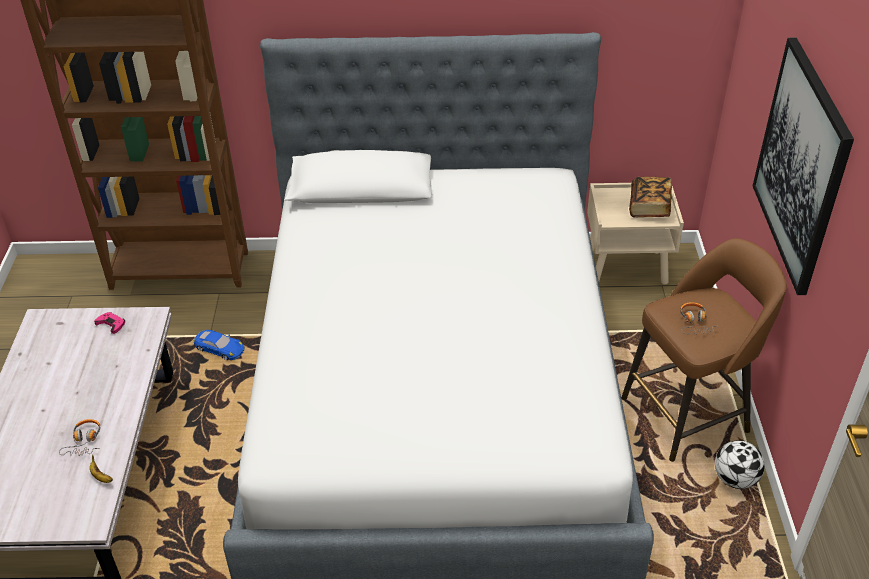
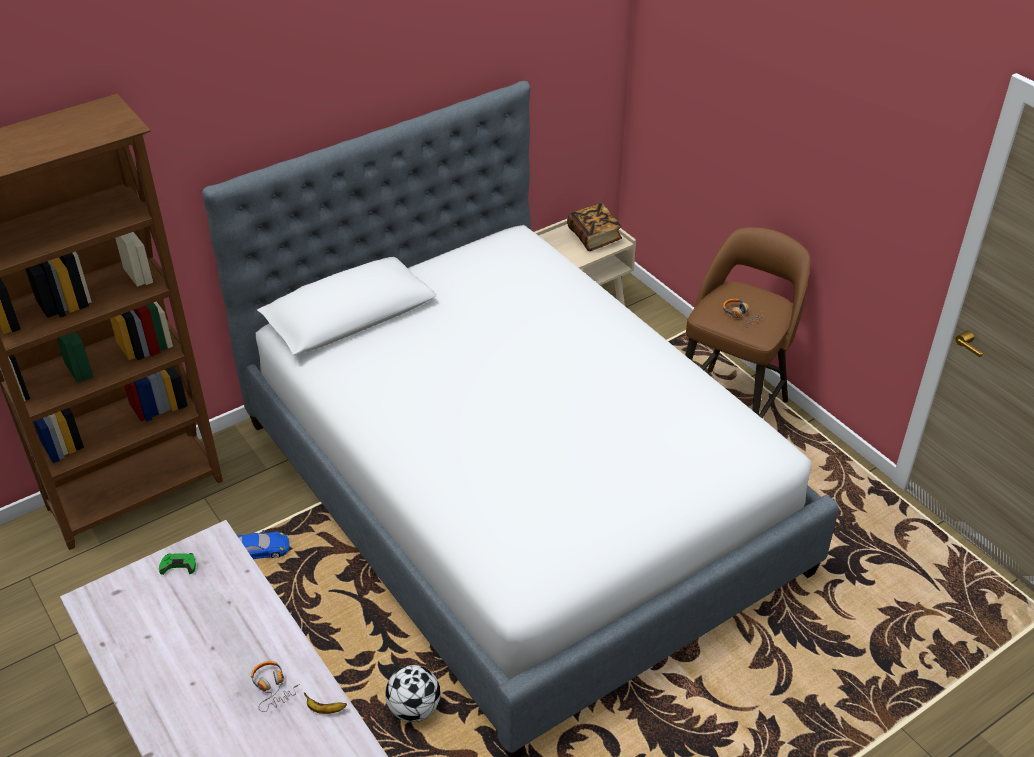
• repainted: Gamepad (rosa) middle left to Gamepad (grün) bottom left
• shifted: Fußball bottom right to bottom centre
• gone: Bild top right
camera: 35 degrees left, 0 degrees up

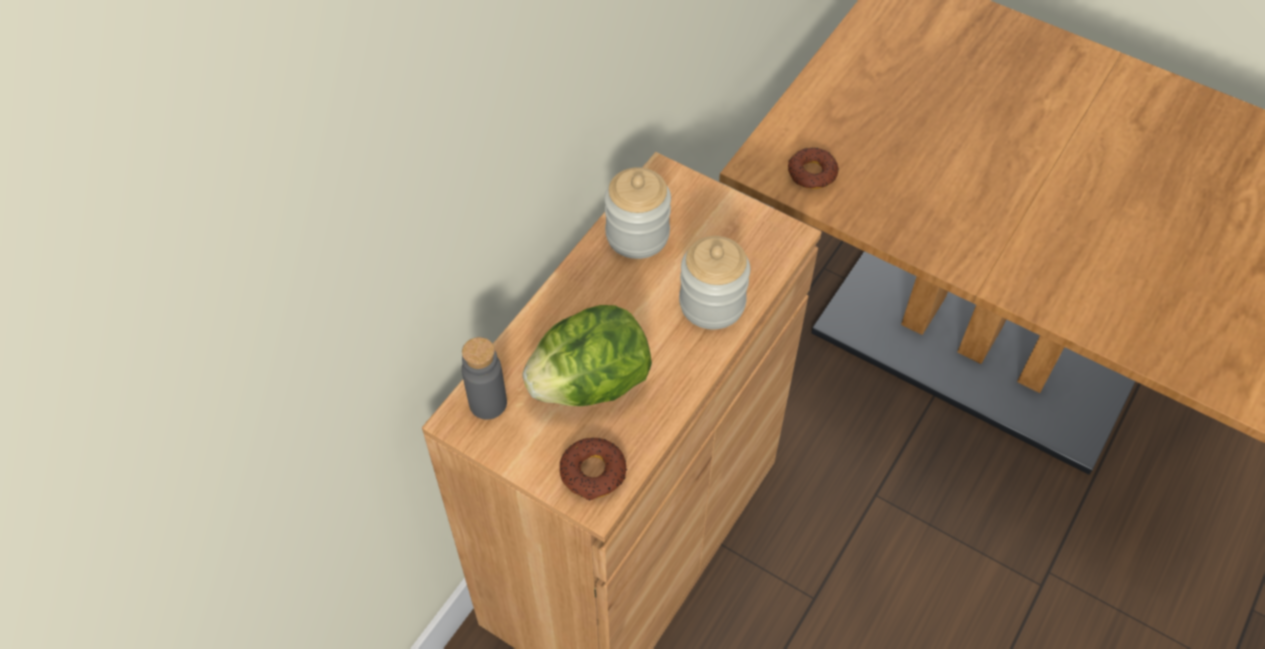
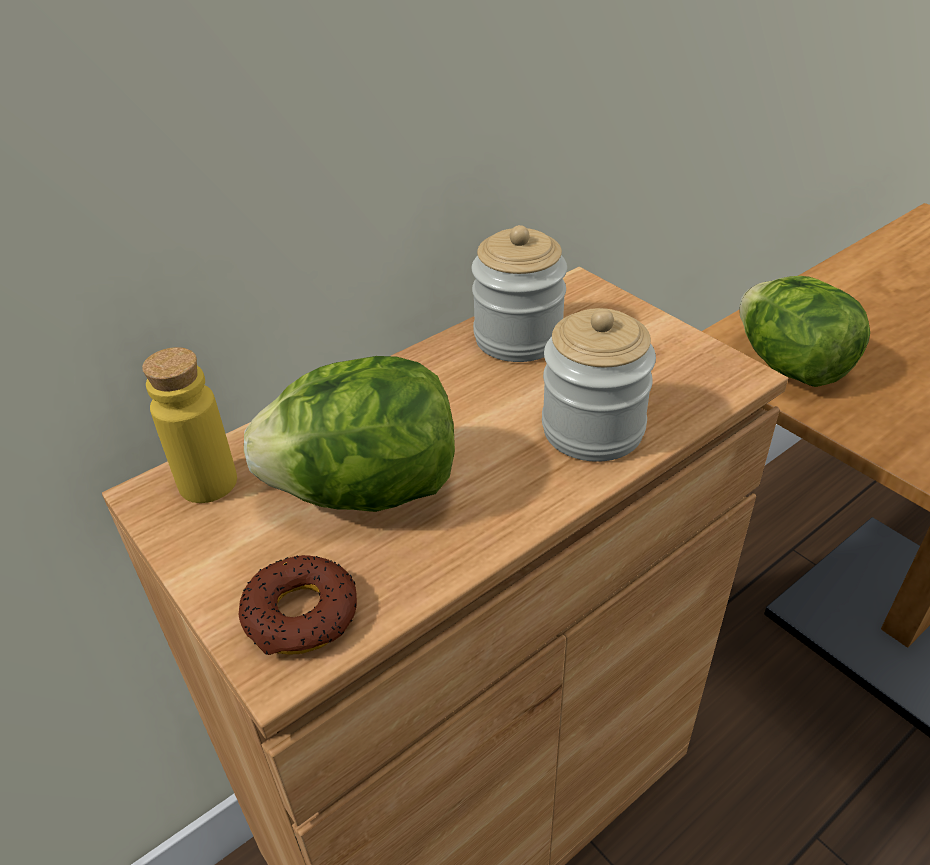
• repainted: Flasche (grau) centre to Flasche (gelb) middle left
• swapped: Donut (no. 2 from left) top centre to Salatkopf (no. 2 from left) middle right
camera: 20 degrees right, 15 degrees down

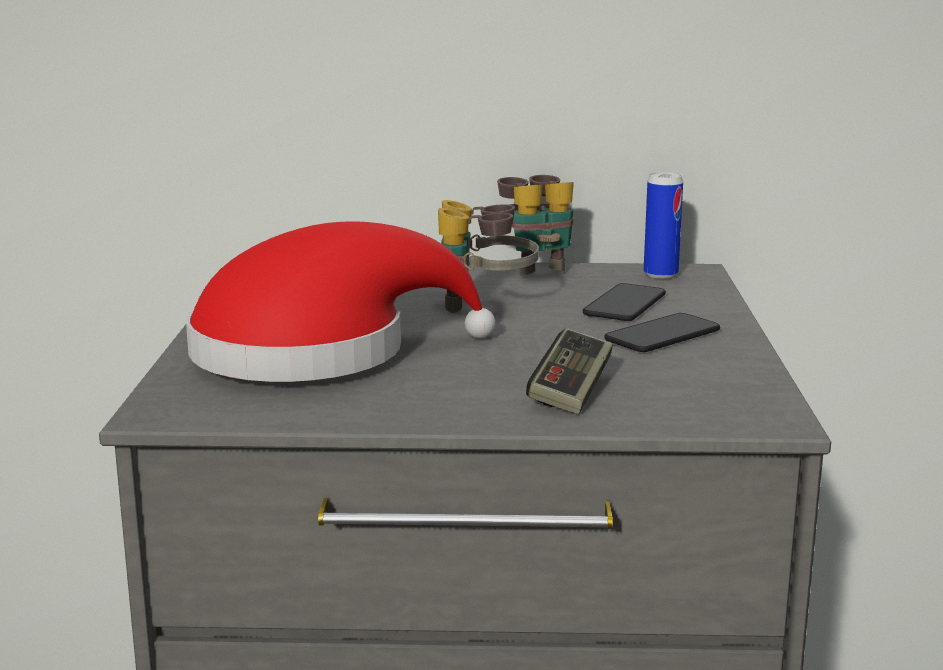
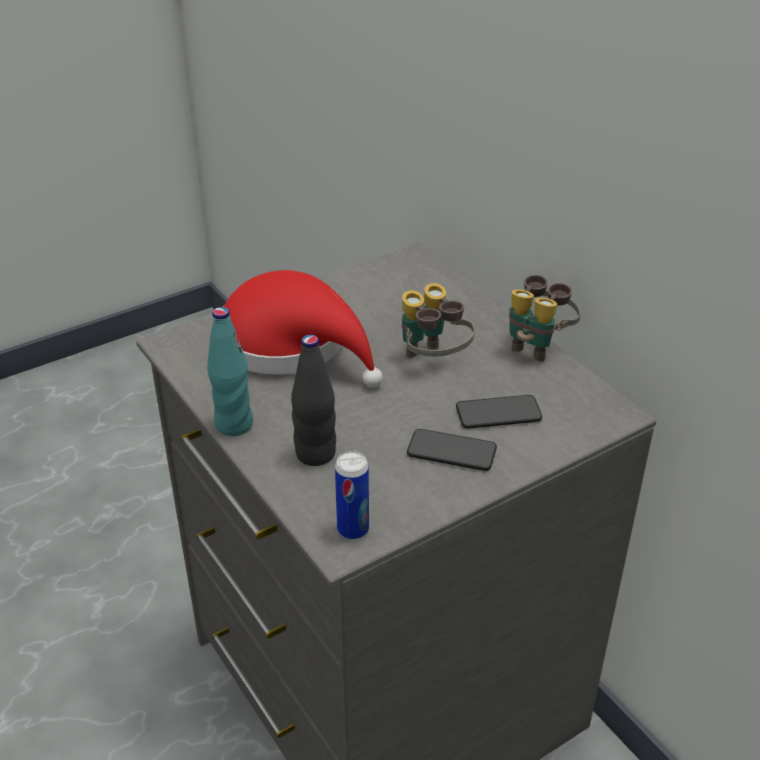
• swapped: Gamepad centre to Flasche (schwarz) centre
• shifted: Dose middle right to centre
• new: Flasche (türkis) middle left
camera: 55 degrees right, 20 degrees up

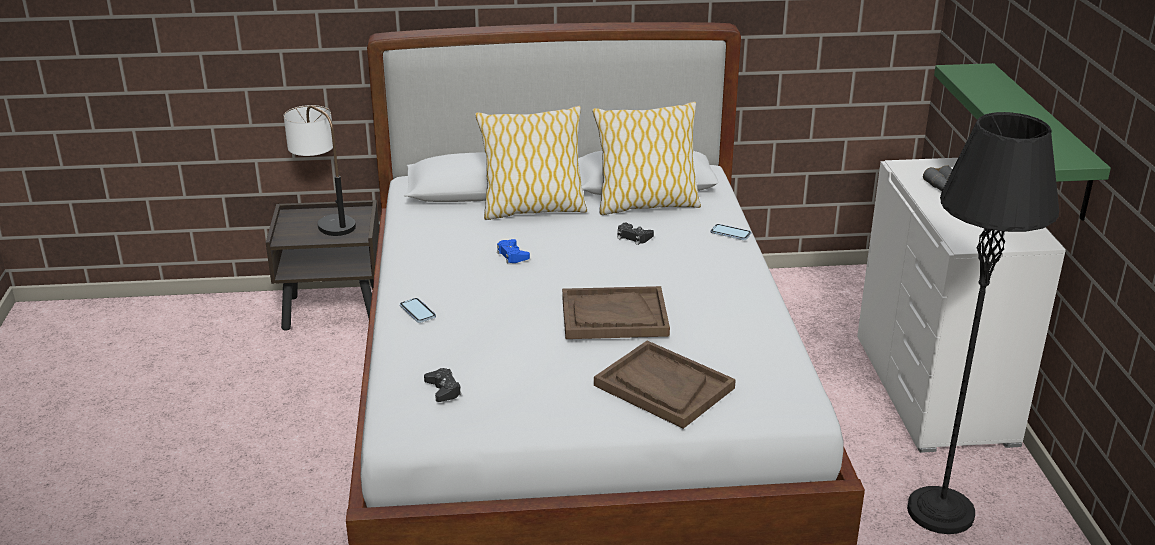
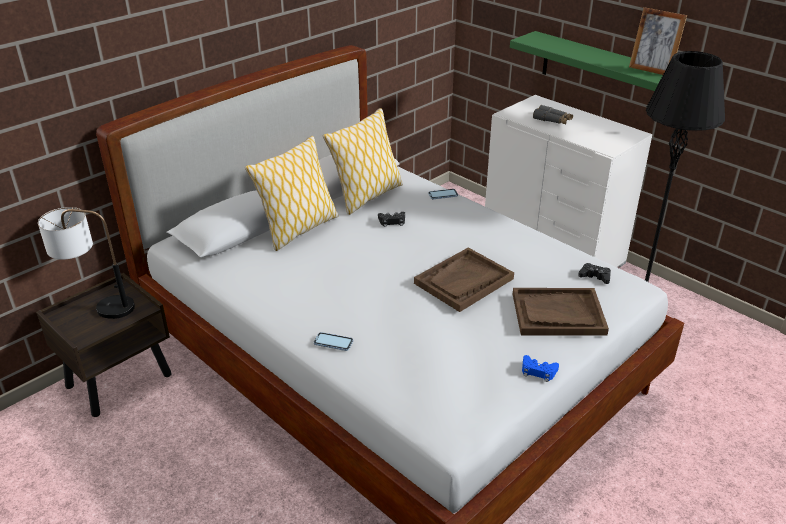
• shifted: Gamepad (schwarz) (no. 1 from left in the first image) bottom centre to Gamepad (schwarz) (no. 2 from left) middle right
• shifted: Gamepad (blau) centre to bottom right
• new: Bilderrahmen top right
camera: 40 degrees left, 5 degrees up

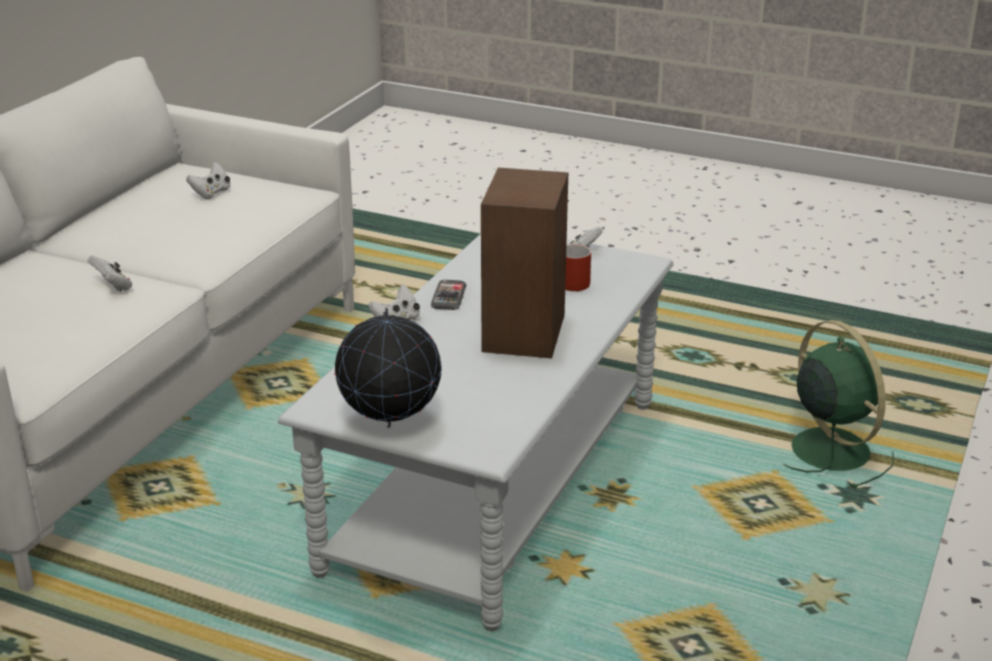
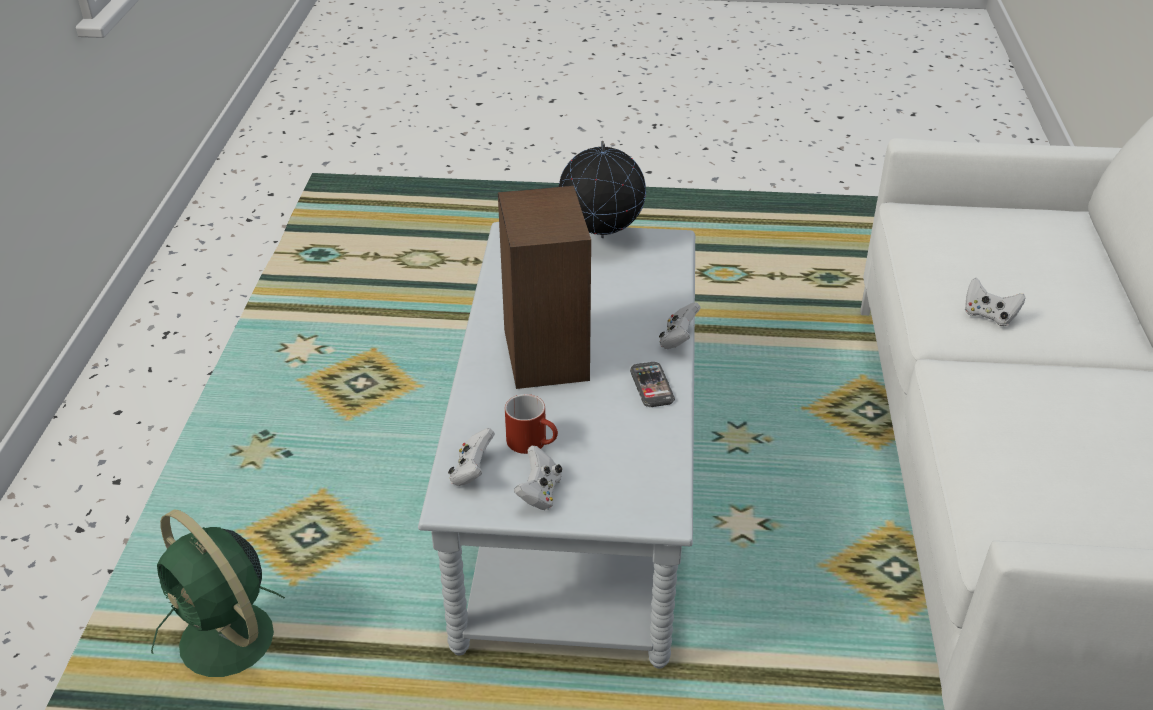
• shifted: Gamepad (weiß) (no. 2 from left in the first image) top left to Gamepad (weiß) (no. 1 from left) centre
camera: 160 degrees right, 10 degrees up

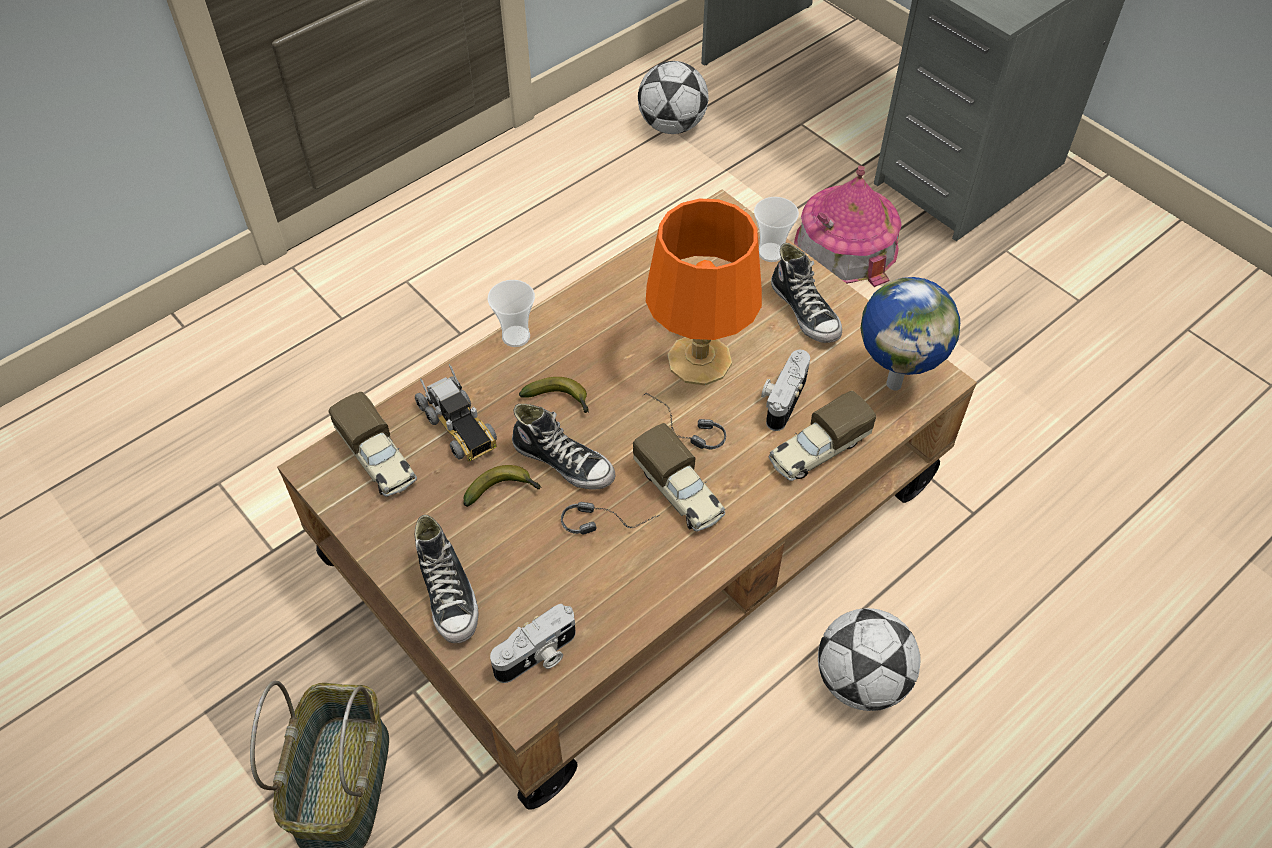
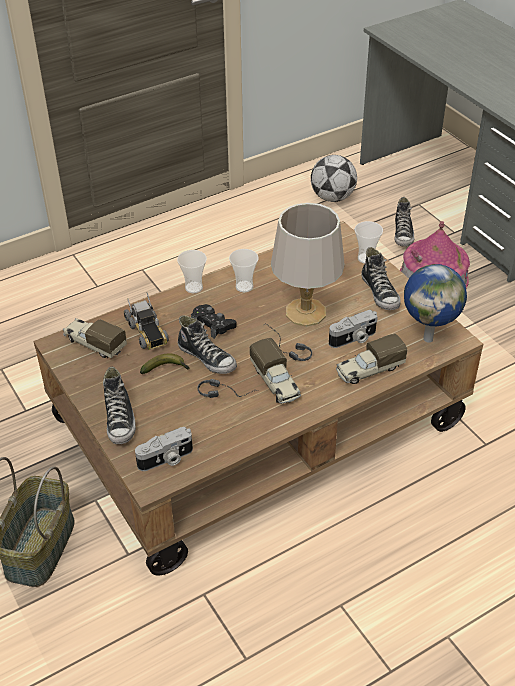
• rotated: Spielzeuglaster (no. 1 from left) middle left = middle left 150 degrees clockwise
• swapped: Banane (no. 2 from left) centre to Gamepad (schwarz) centre
• repainted: Tischlampe (orange) centre to Tischlampe (grau) centre
• rotated: Kamera (no. 2 from left) centre = middle right 150 degrees counterclockwise
• gone: Fußball (no. 2 from left) bottom right
• new: Tasse (no. 2 from left) centre
• new: Schuh (no. 4 from left) top right
camera: 10 degrees right, 10 degrees down

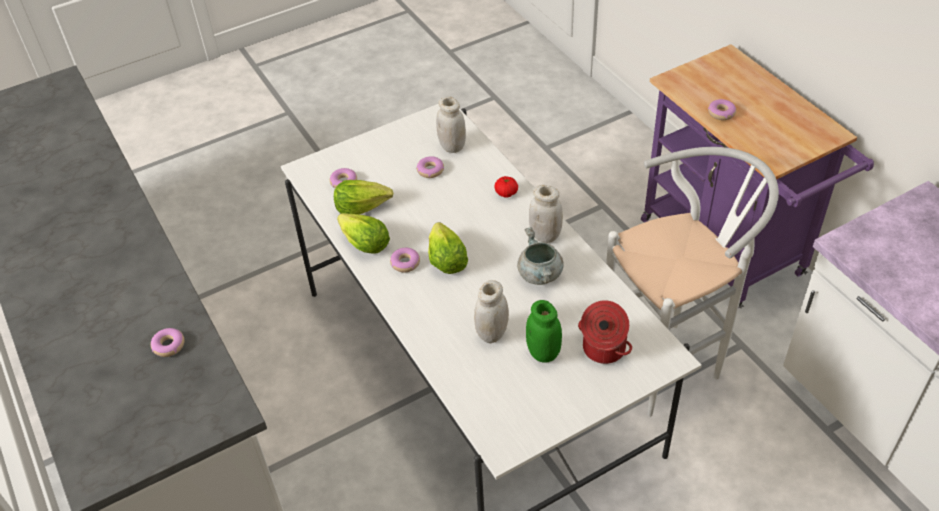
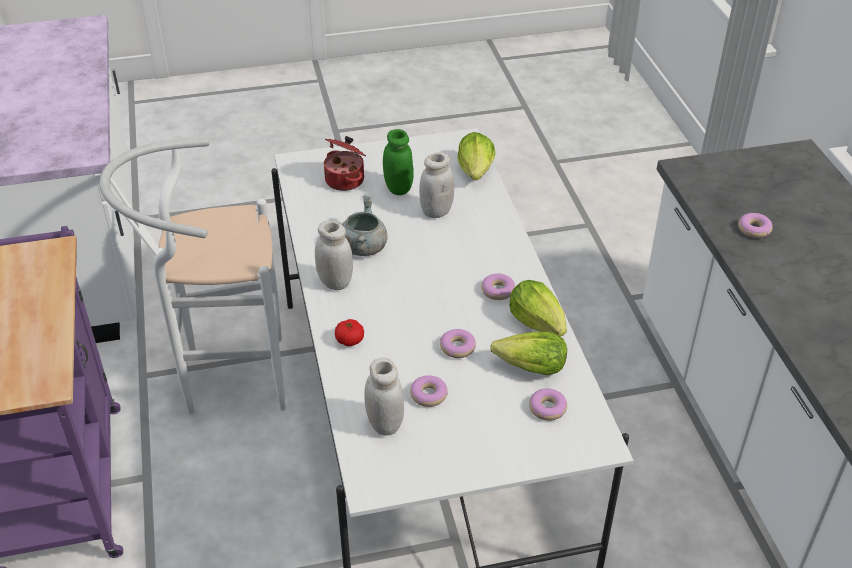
• shifted: Salatkopf (no. 3 from left in the first image) centre to Salatkopf (no. 1 from left) top centre
• shifted: Donut (no. 5 from left in the first image) top right to Donut (no. 2 from left) centre
camera: 165 degrees left, 5 degrees down

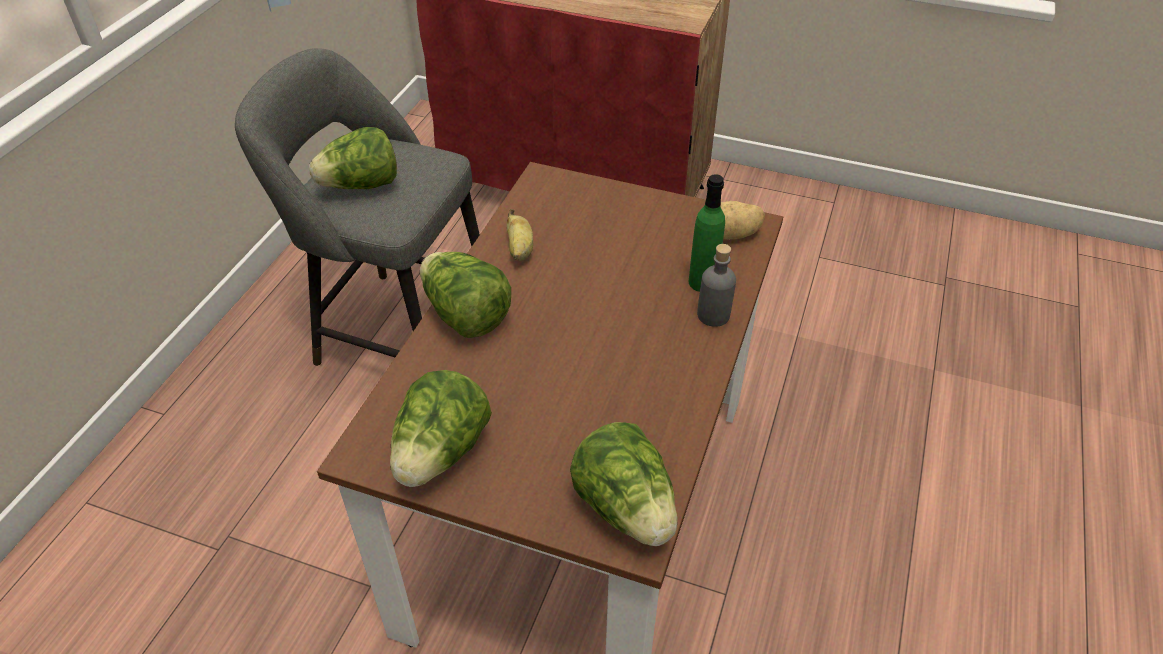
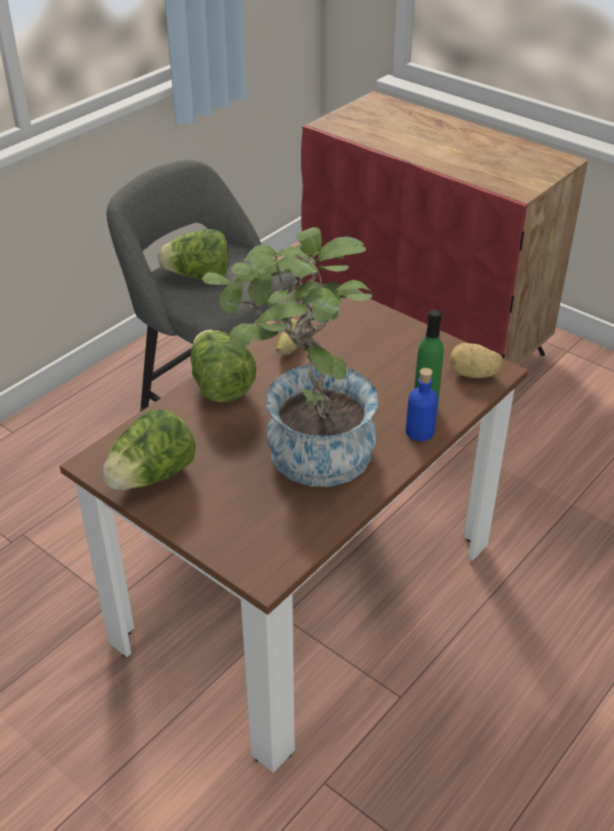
• gone: Salatkopf (no. 4 from left) bottom centre
• repainted: Flasche (grau) centre to Flasche (blau) middle right
• new: Topfpflanze centre
camera: 20 degrees right, 5 degrees down

